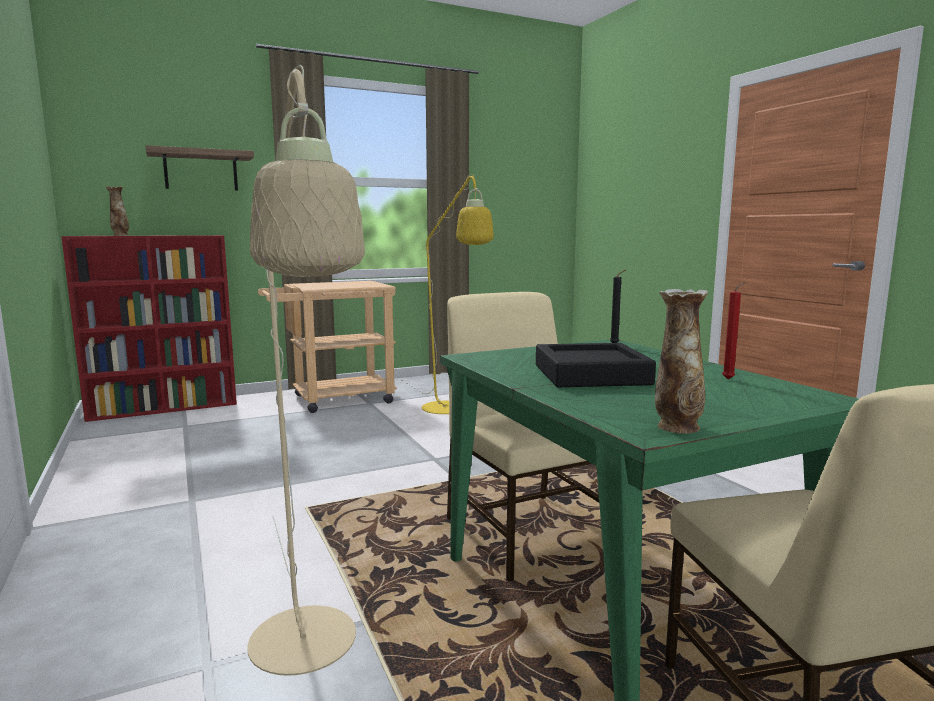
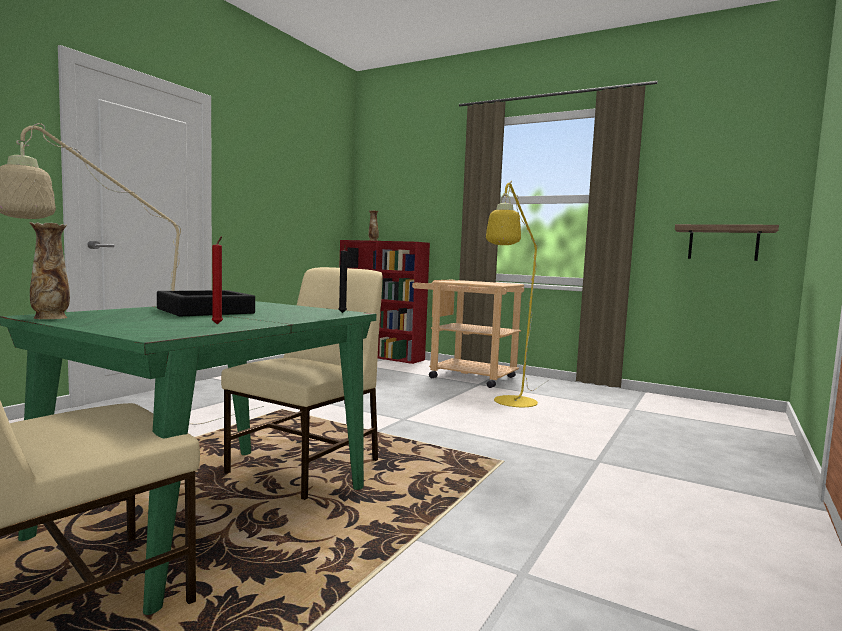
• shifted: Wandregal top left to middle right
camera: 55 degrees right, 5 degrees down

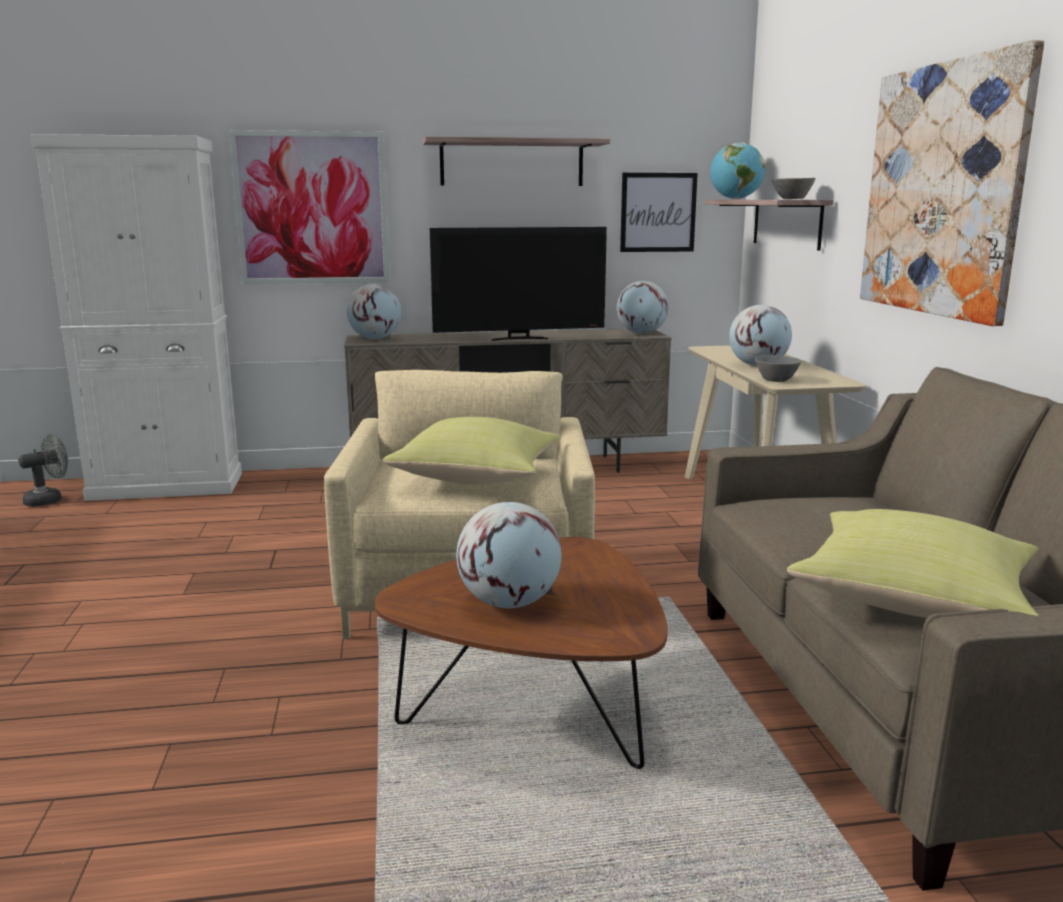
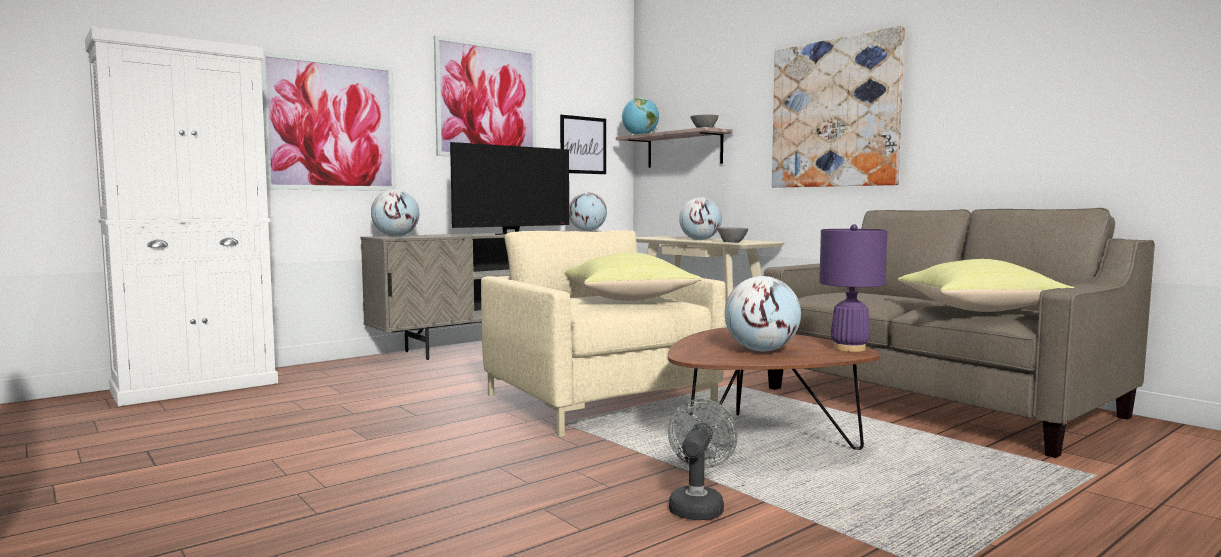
• shifted: Ventilator (grau) middle left to bottom centre
• swapped: Wandregal (no. 1 from left) top centre to Bild (no. 2 from left) top centre
• new: Tischlampe (lila) middle right
camera: 30 degrees left, 10 degrees down

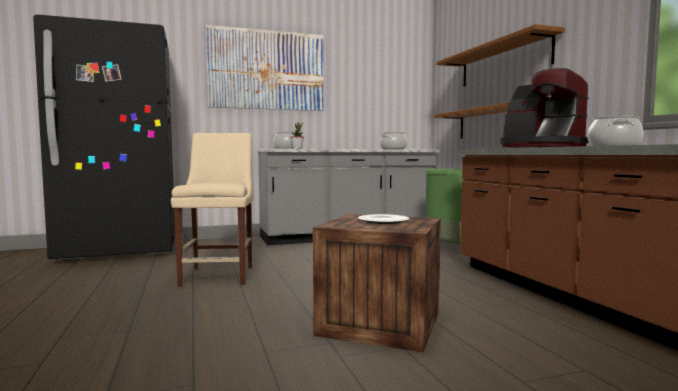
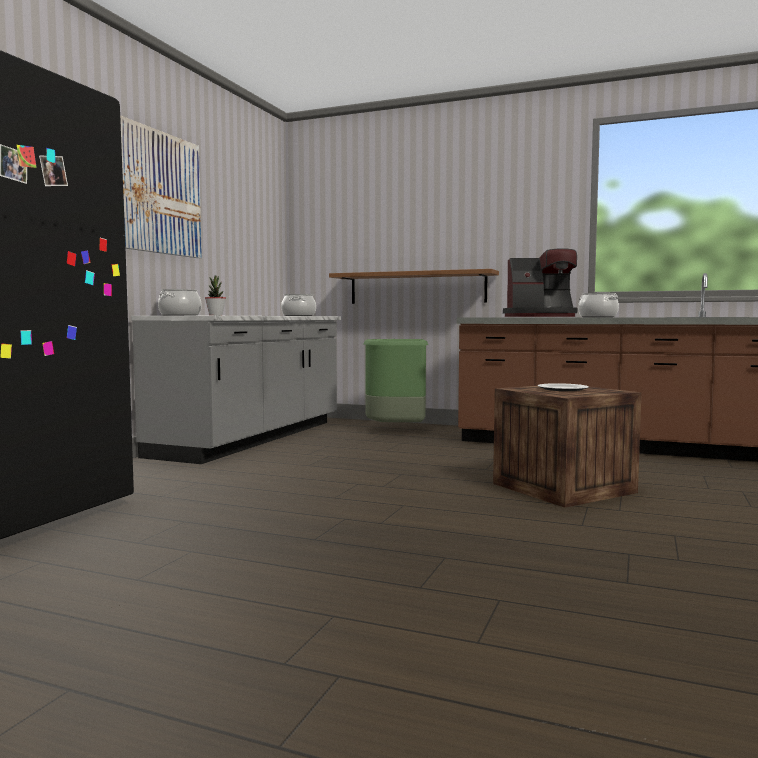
• gone: Stuhl (beige) middle left
• gone: Wandregal (braun) (no. 2 from left) top right
camera: 50 degrees left, 0 degrees up

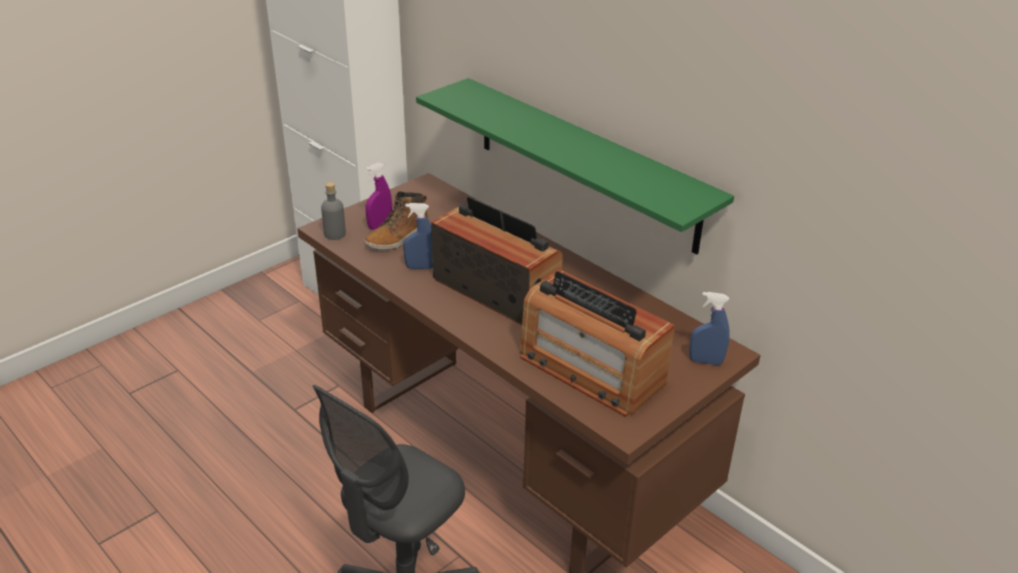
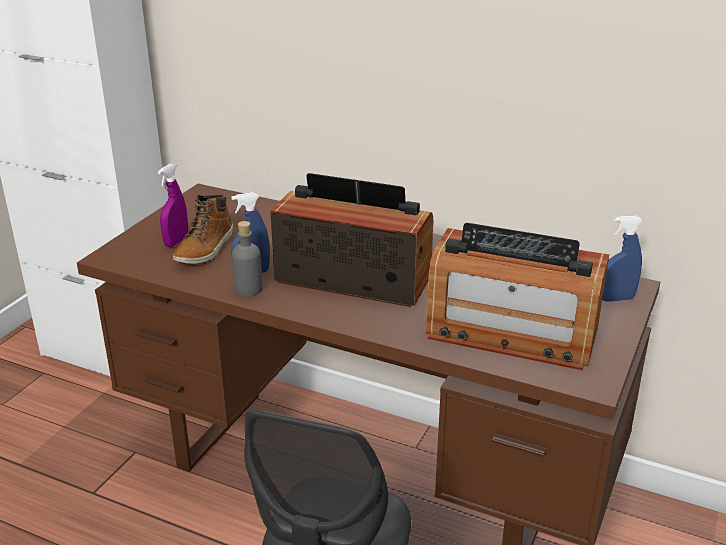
• shifted: Flasche (grau) middle left to centre
• gone: Wandregal (grün) top centre
camera: 20 degrees left, 5 degrees down

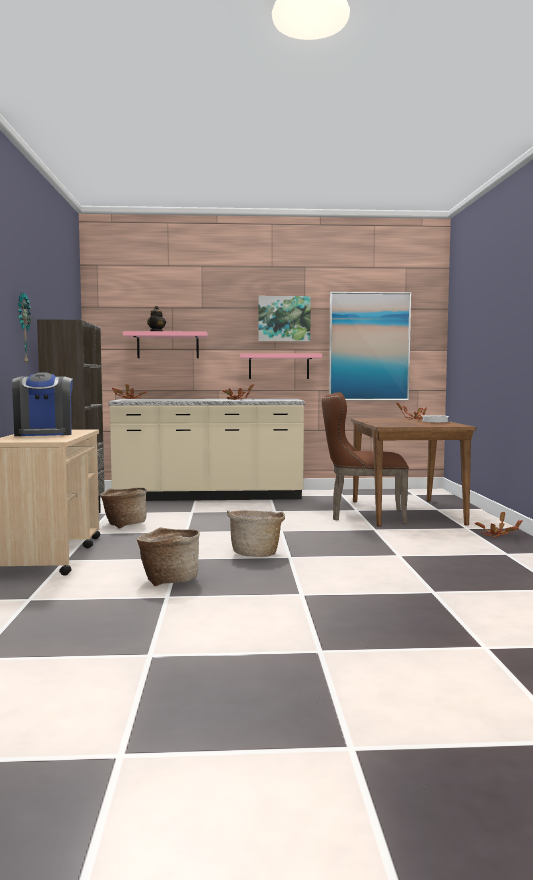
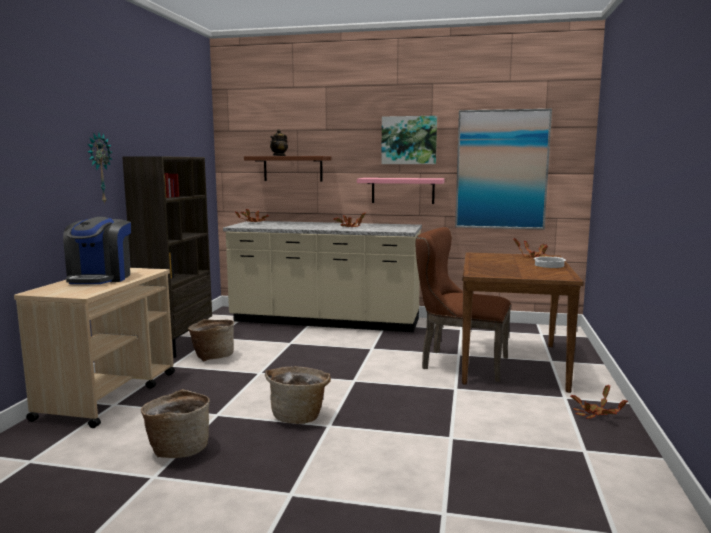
• repainted: Wandregal (rosa) (no. 1 from left) middle left to Wandregal (braun) top centre
camera: 15 degrees right, 5 degrees up

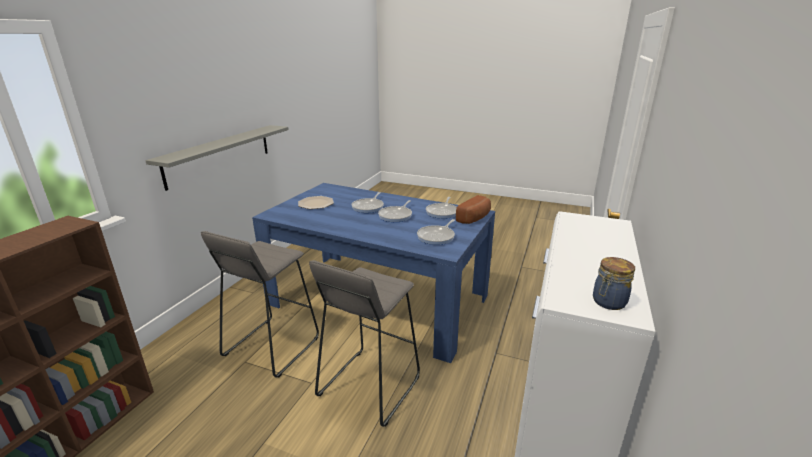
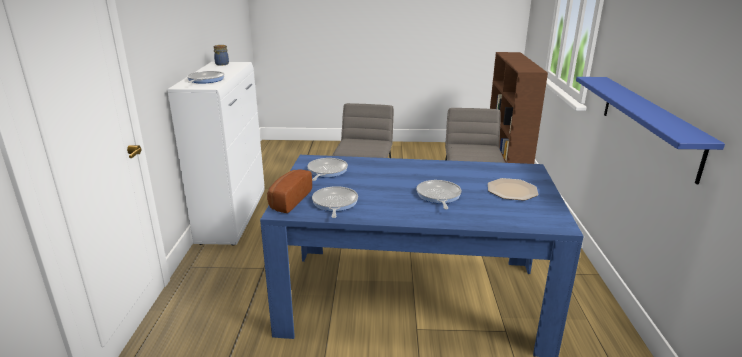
• repainted: Wandregal (grau) middle left to Wandregal (blau) middle right
• shifted: Pfanne (no. 2 from left in the first image) centre to Pfanne (no. 1 from left) top left
camera: 160 degrees right, 0 degrees up

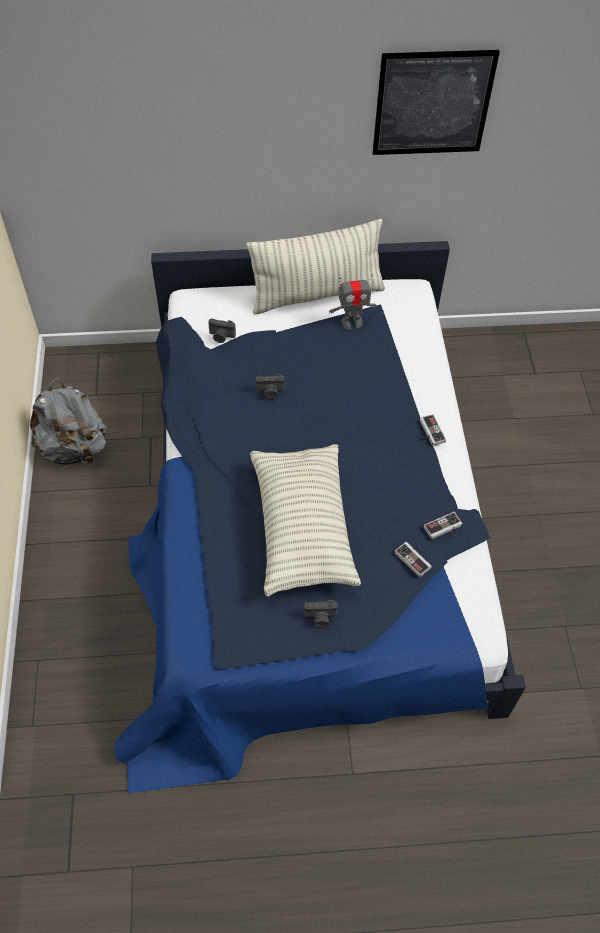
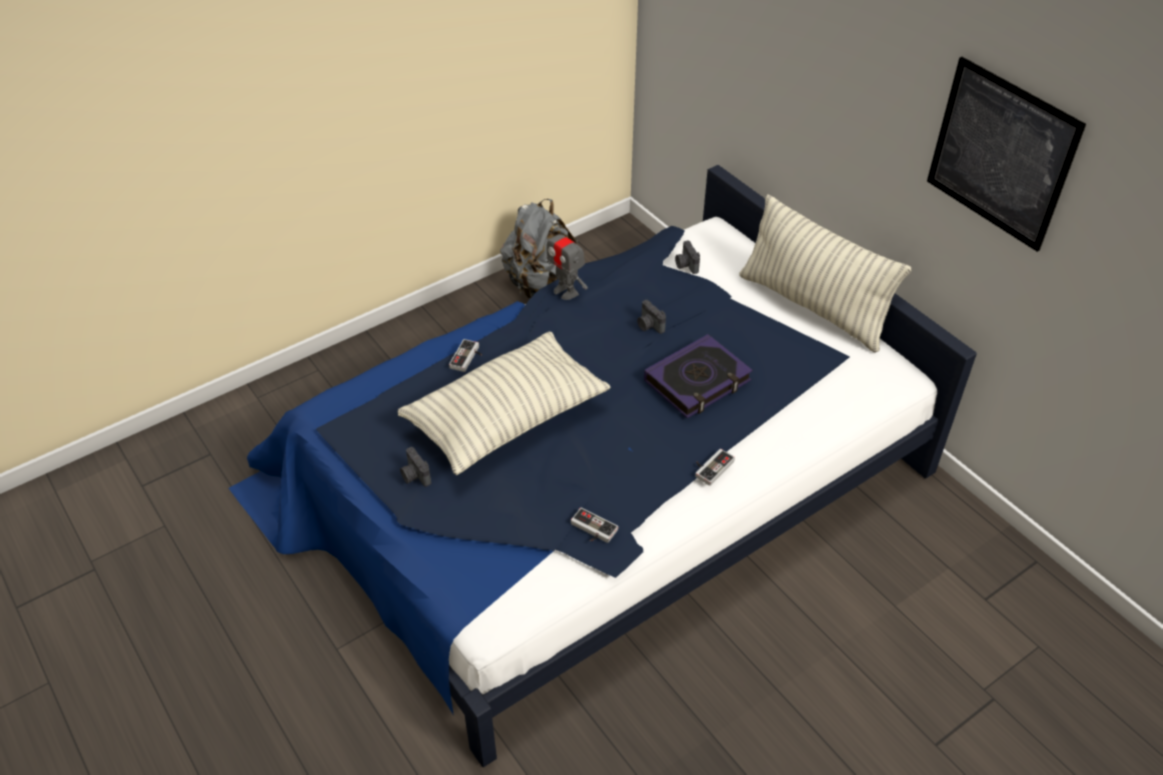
• shifted: Spielzeugroboter top centre to centre
• shifted: Gamepad (no. 1 from left) middle right to centre
• new: Buch centre
camera: 60 degrees right, 10 degrees down

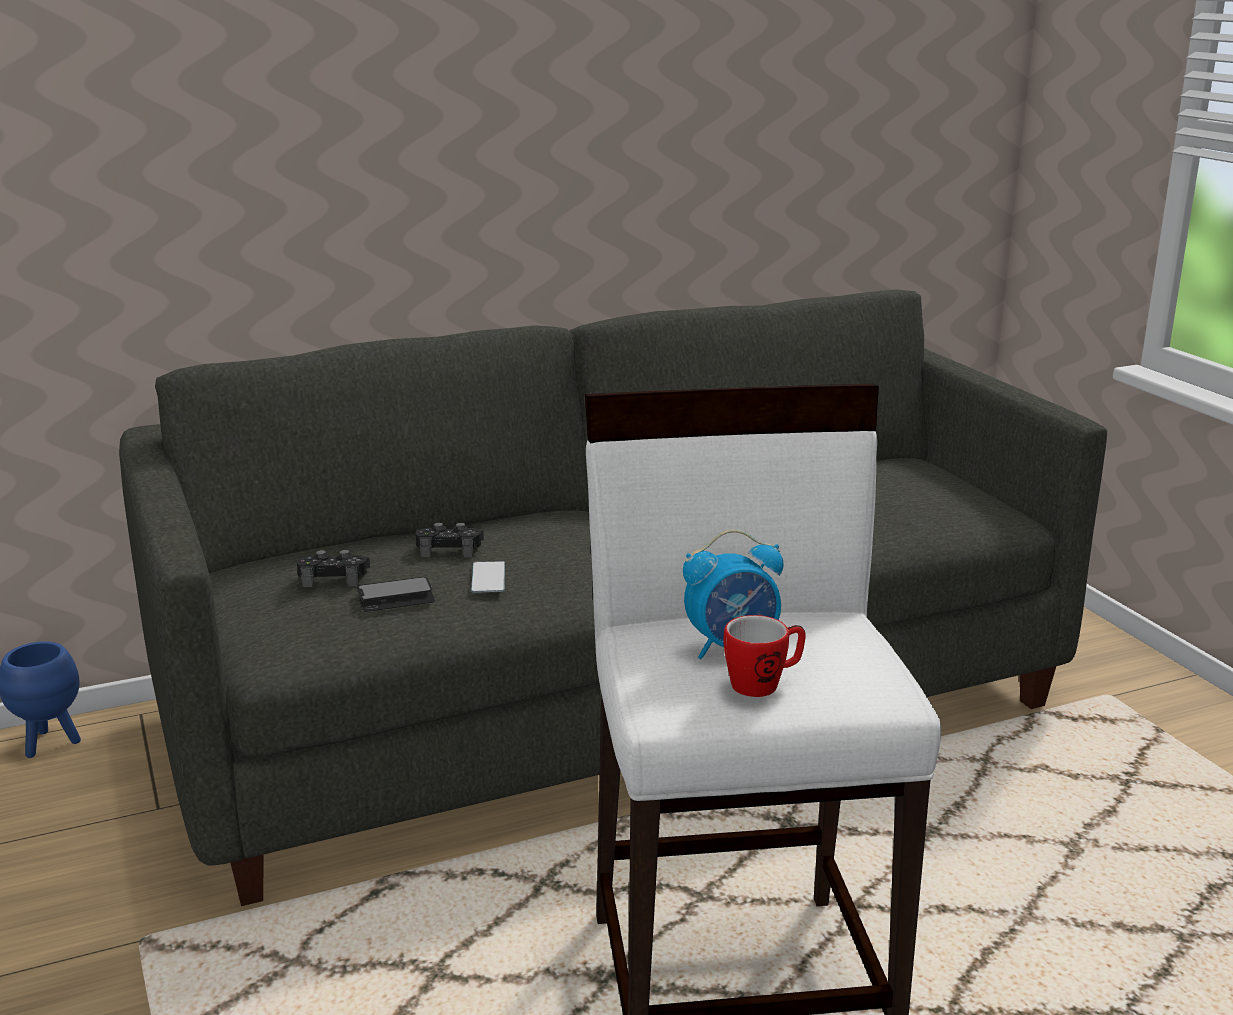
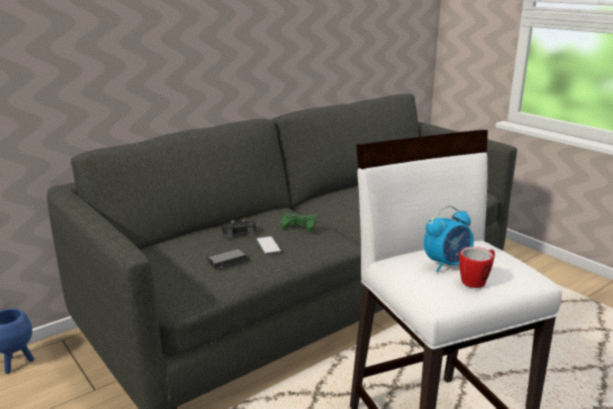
• gone: Gamepad (schwarz) (no. 1 from left) middle left
• new: Gamepad (grün) centre
camera: 15 degrees left, 0 degrees up

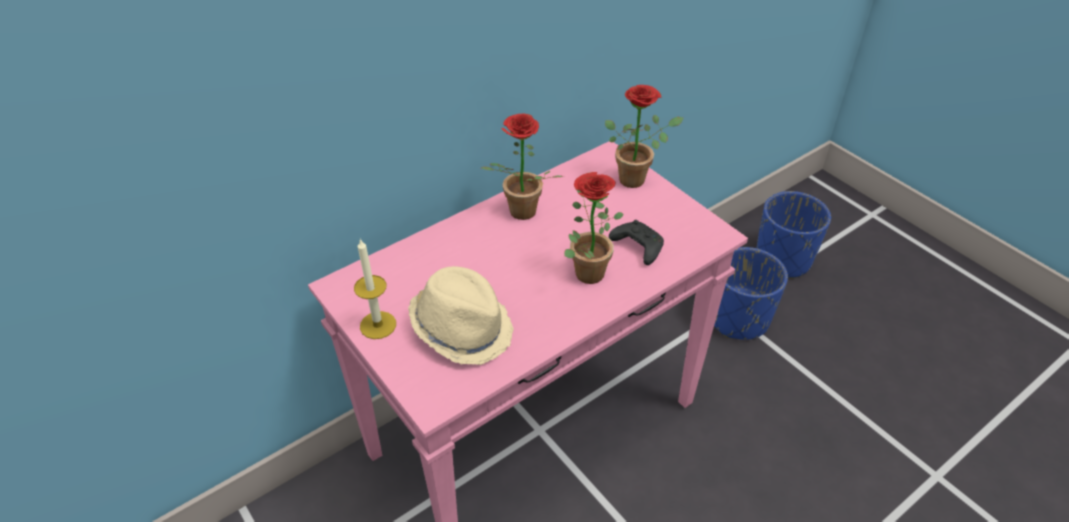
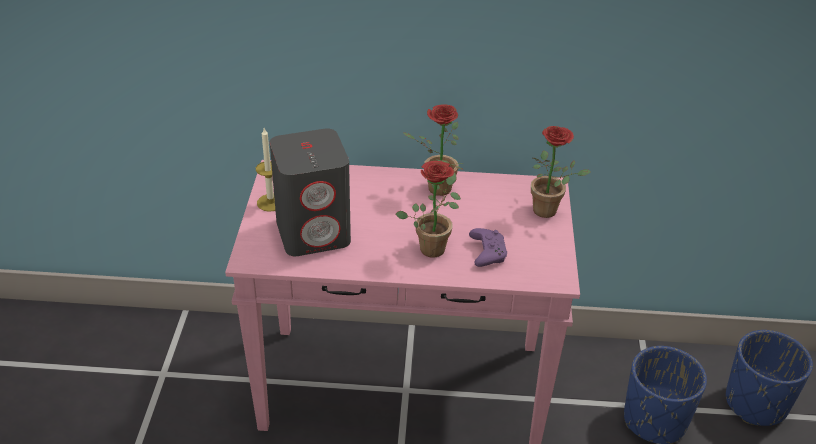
• swapped: Hut (beige) centre to Lautsprecher (grau) centre
• repainted: Gamepad (schwarz) centre to Gamepad (lila) centre
camera: 40 degrees right, 5 degrees down

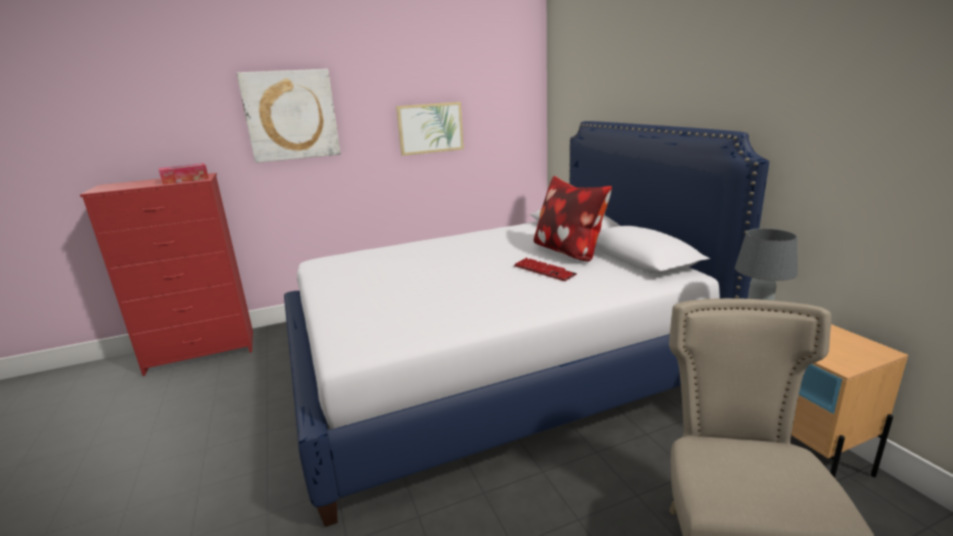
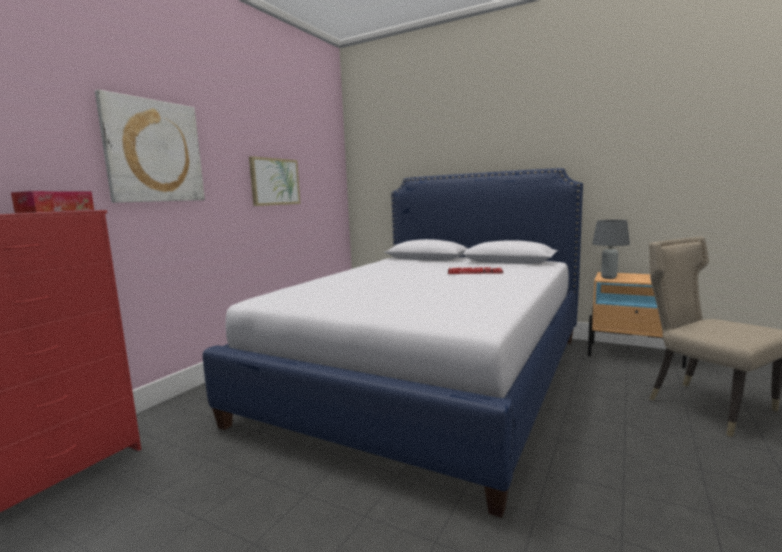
• gone: Kissen centre
camera: 40 degrees left, 10 degrees down

